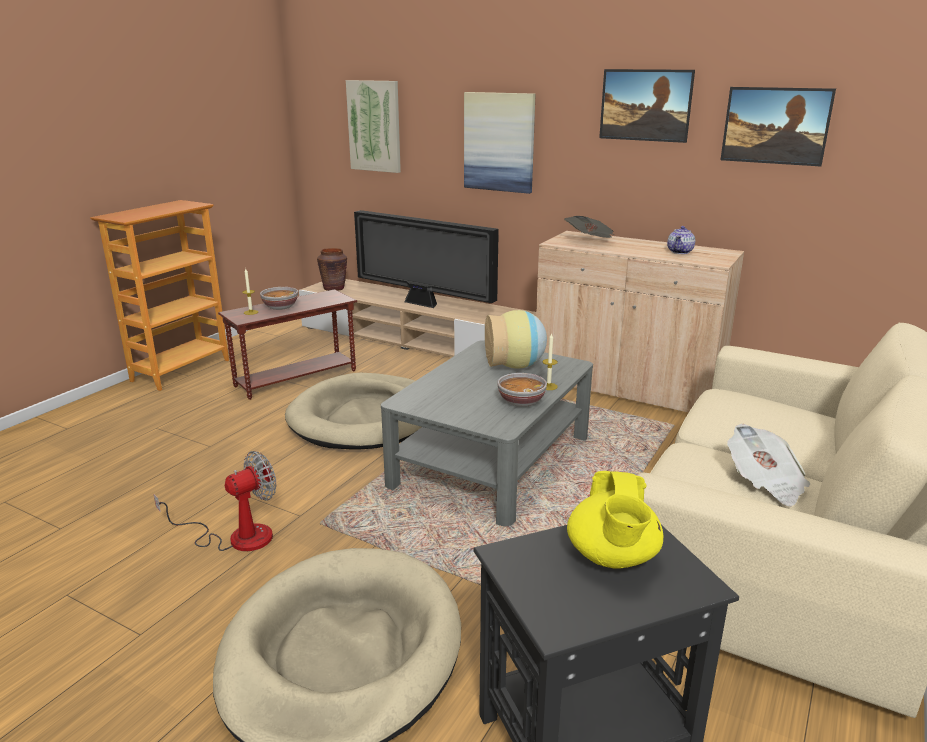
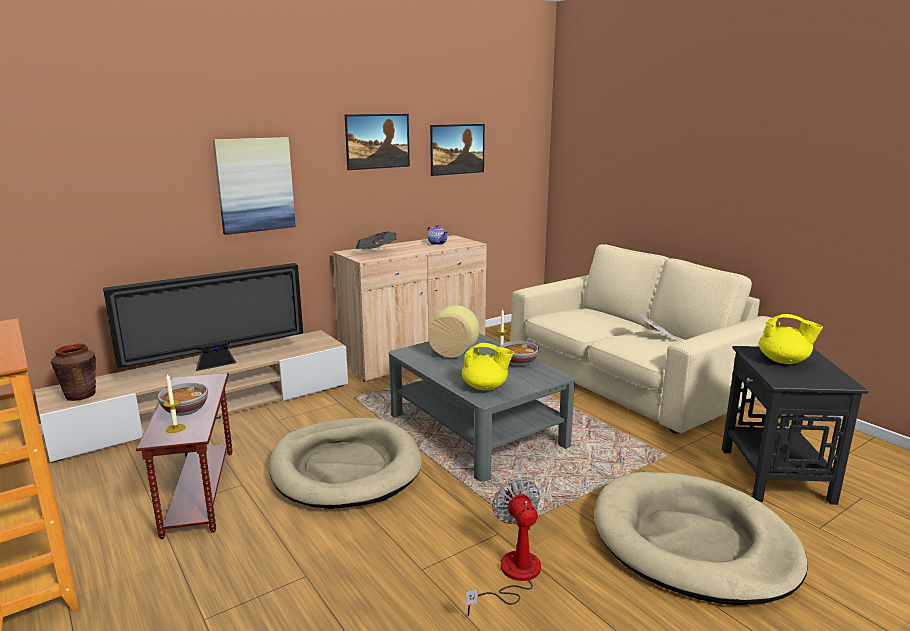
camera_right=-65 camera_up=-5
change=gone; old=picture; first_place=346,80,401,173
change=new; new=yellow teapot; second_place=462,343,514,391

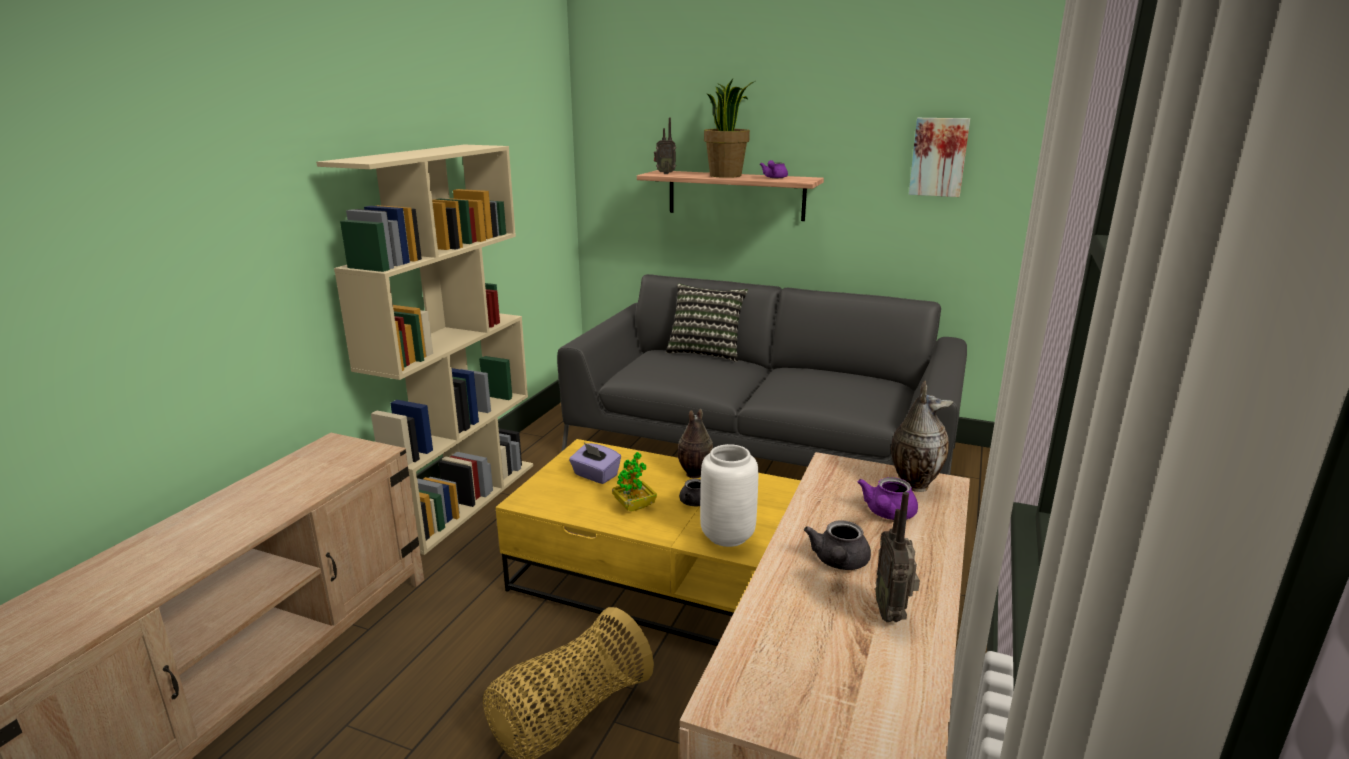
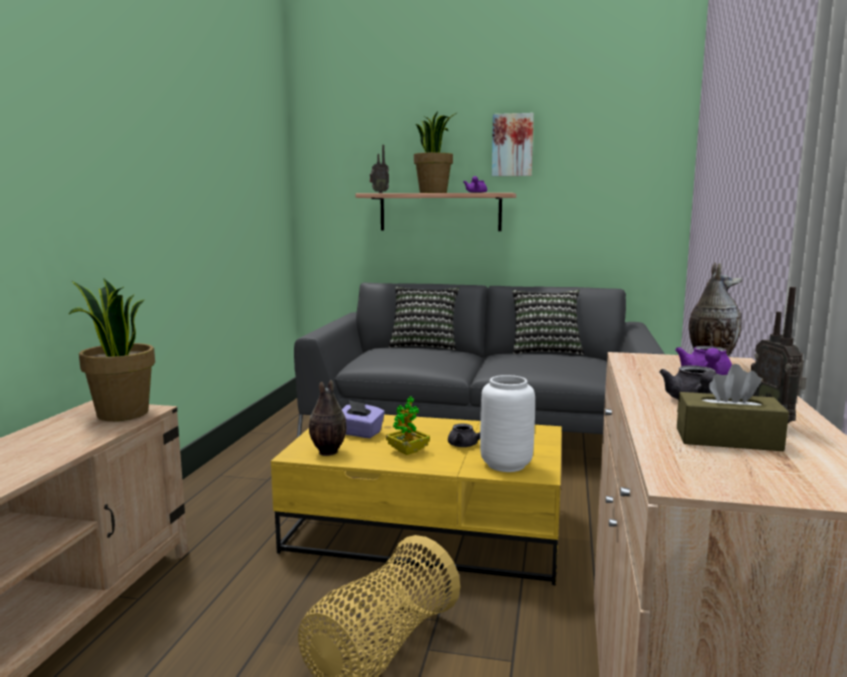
camera_right=-10 camera_up=-10
change=shifted; old=picture; first_place=909,118,970,197; second_place=492,113,534,176
change=gone; old=beige bookcase; first_place=316,145,533,555
change=shifted; old=vase; first_place=678,409,713,478; second_place=309,380,347,456
change=new; new=potted plant; second_place=69,278,155,421
change=new; new=pillow; second_place=512,290,584,355
change=new; new=brown tissue box; second_place=677,364,789,451

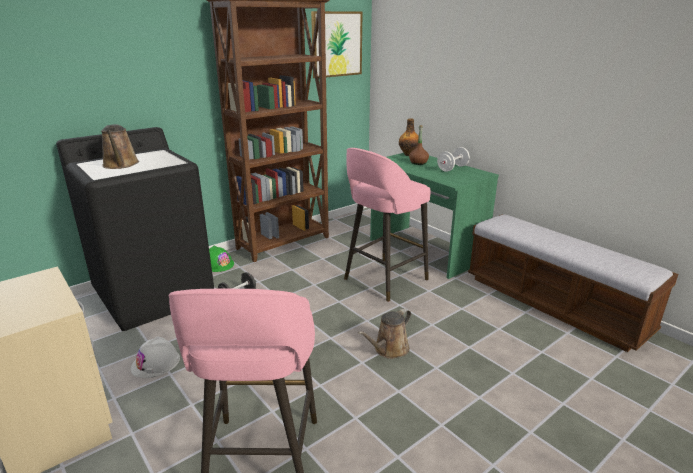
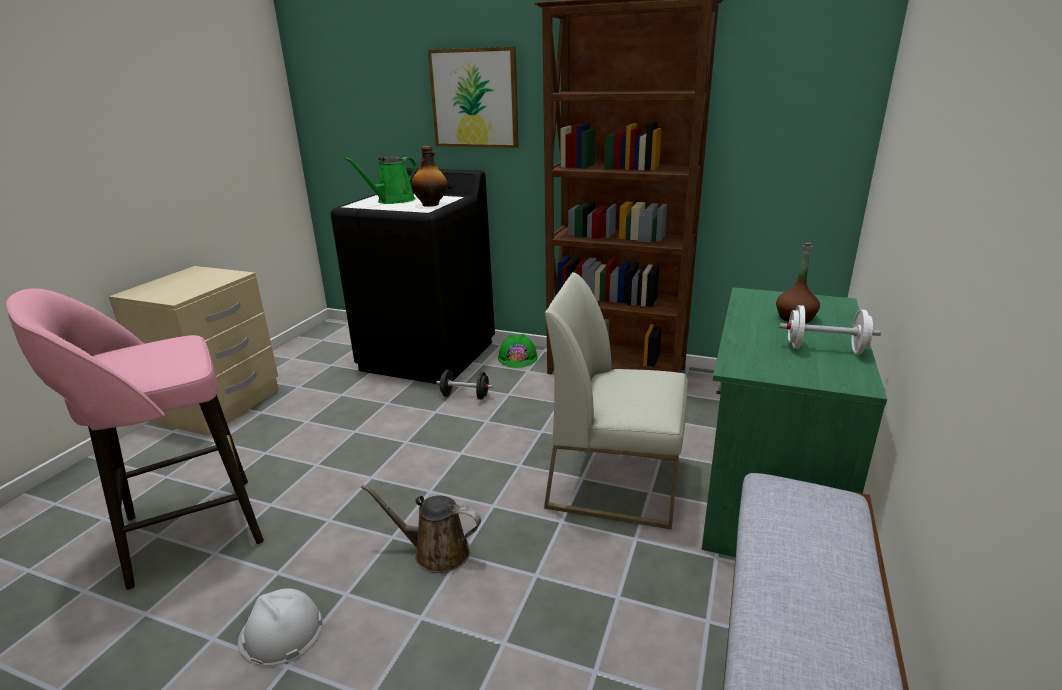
camera_right=60 camera_up=0
change=shifted; old=picture; first_place=311,11,362,78; second_place=428,47,519,148
change=shifted; old=bottle; first_place=399,119,419,156; second_place=411,146,448,207
change=repainted; old=brown watering can; new=green watering can; first_place=101,124,139,169; second_place=344,156,416,204
change=swapped; old=pink stool; new=white chair; first_place=344,148,431,302; second_place=544,272,688,529
change=shifted; old=white hard hat; first_place=131,336,180,378; second_place=238,588,323,666

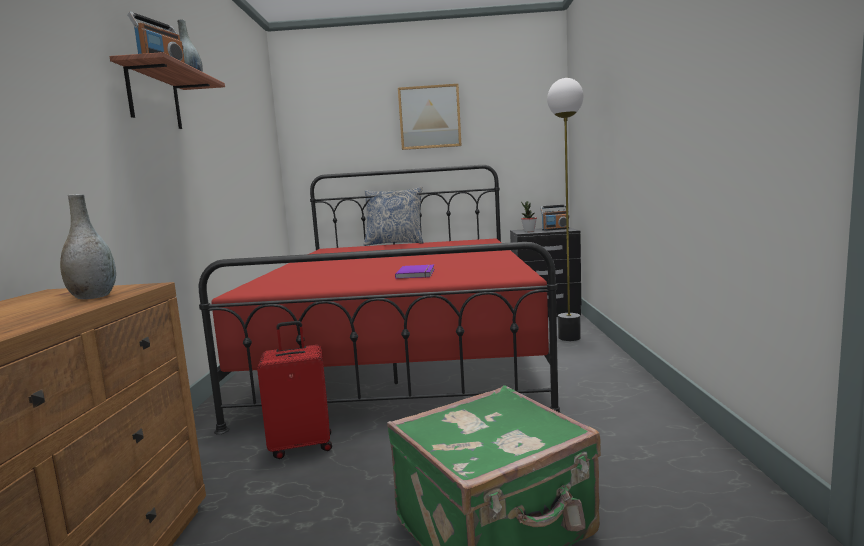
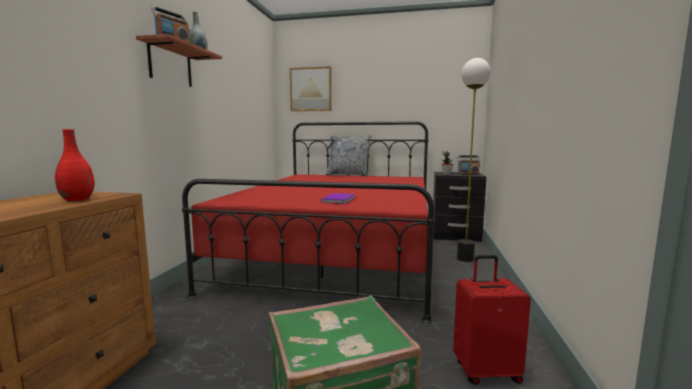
camera_right=10 camera_up=0
change=shifted; old=picture; first_place=398,84,462,150; second_place=290,66,332,111
change=repainted; old=grey vase; new=red vase; first_place=60,194,116,299; second_place=55,129,95,201
change=shifted; old=red suitcase; first_place=257,321,332,459; second_place=453,255,531,385

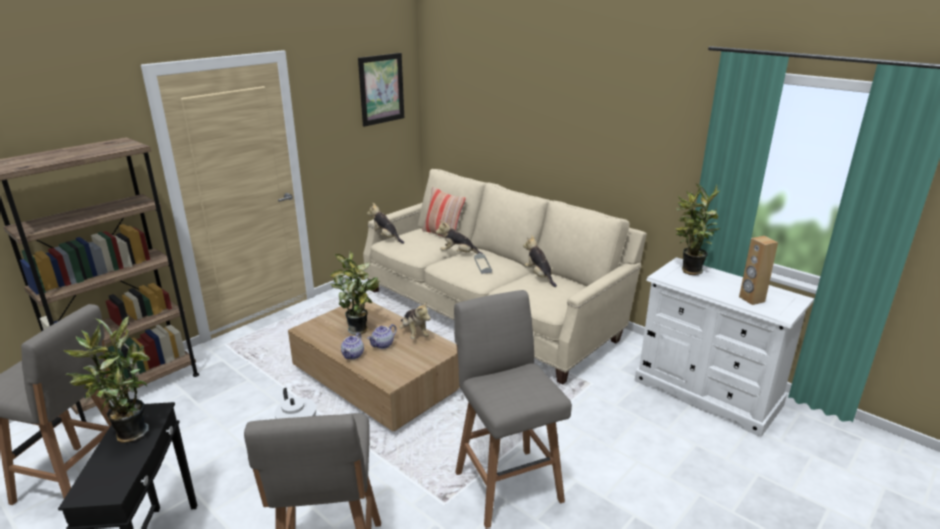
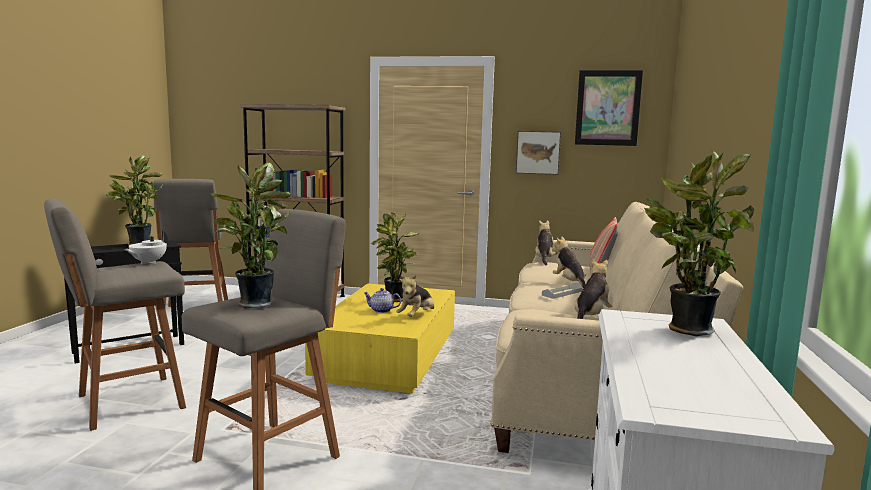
camera_right=60 camera_up=-15
change=gone; old=brown speaker; first_place=739,236,778,305
change=repainted; old=brown coffee table; new=yellow coffee table; first_place=288,300,460,431; second_place=305,284,455,393
change=gone; old=teapot; first_place=341,332,364,359
change=new; new=picture; second_place=516,131,561,175
change=new; new=potted plant; second_place=211,162,292,308

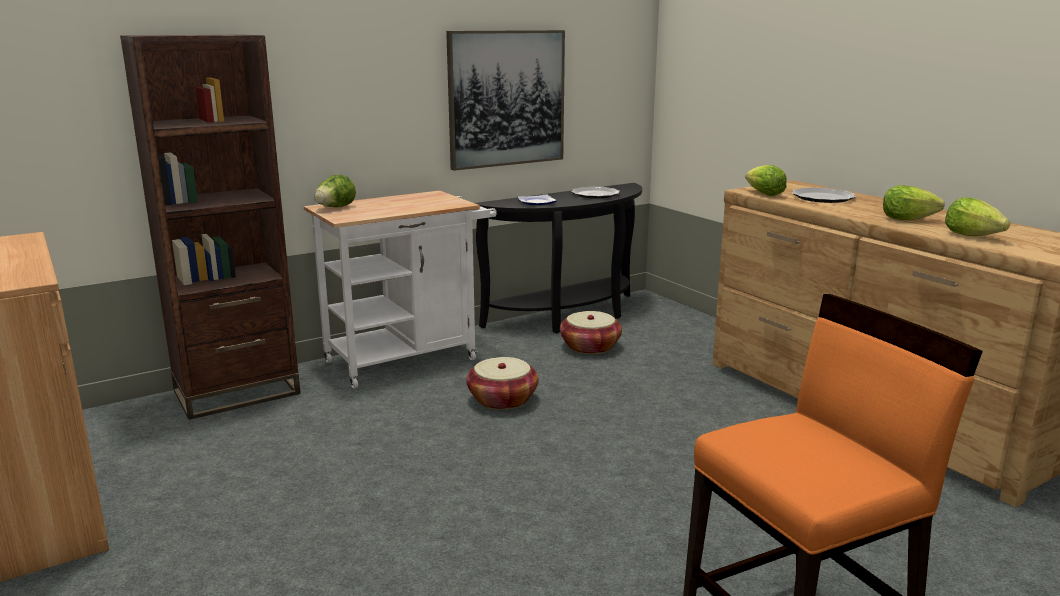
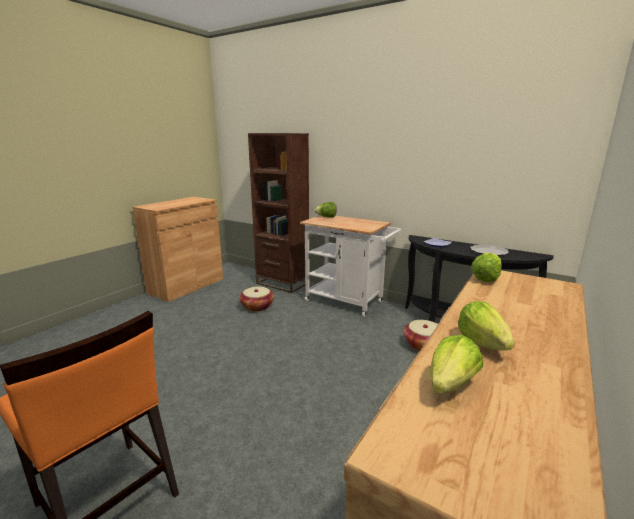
camera_right=65 camera_up=0
change=gone; old=picture; first_place=446,30,565,171
change=gone; old=plate; first_place=792,187,856,203
change=shifted; old=basket; first_place=466,357,539,410; second_place=239,286,274,312

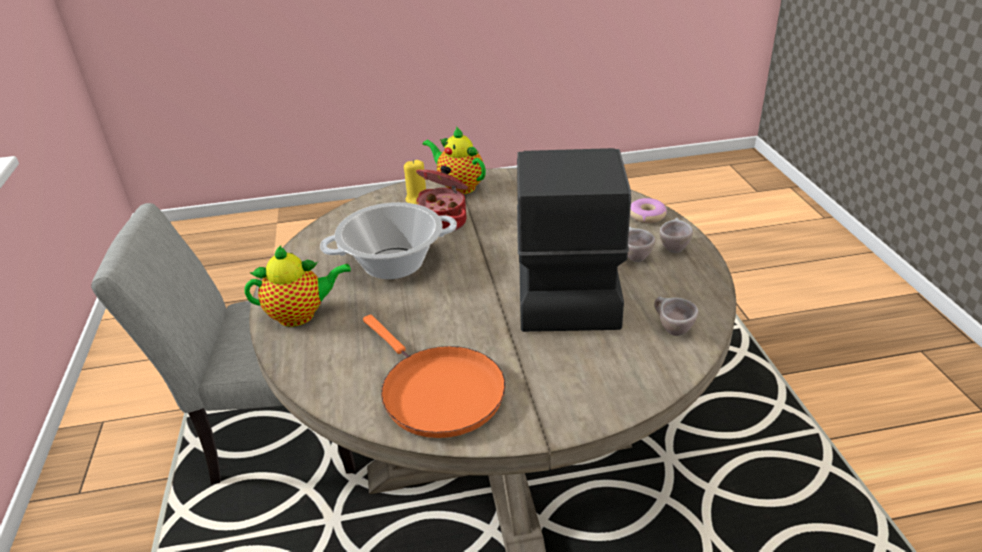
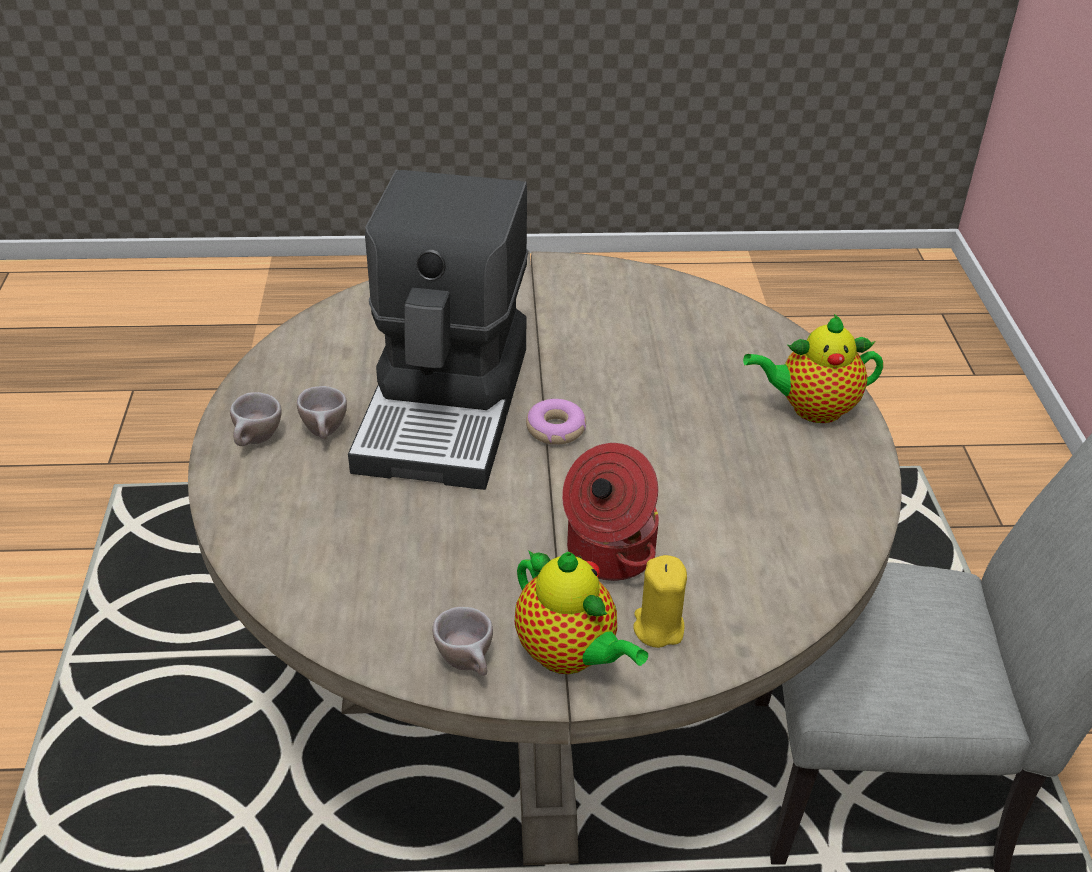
camera_right=-175 camera_up=5
change=shifted; old=donut; first_place=630,198,667,223; second_place=526,399,586,445
change=gone; old=cooking pot; first_place=320,202,457,279
change=shifted; old=beige cup; first_place=654,296,698,336; second_place=432,607,493,676
change=gone; old=orange frying pan; first_place=363,314,506,438

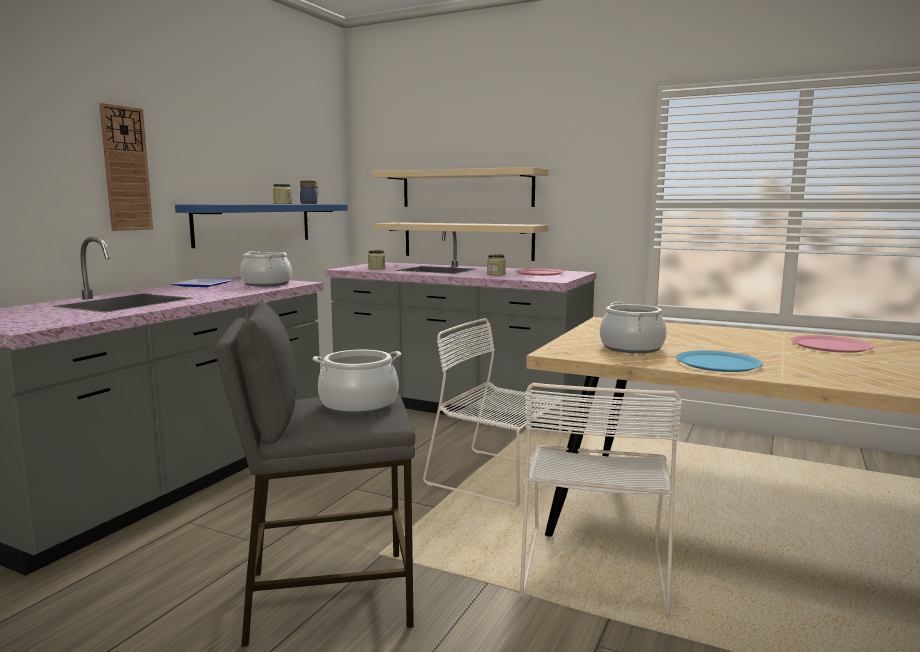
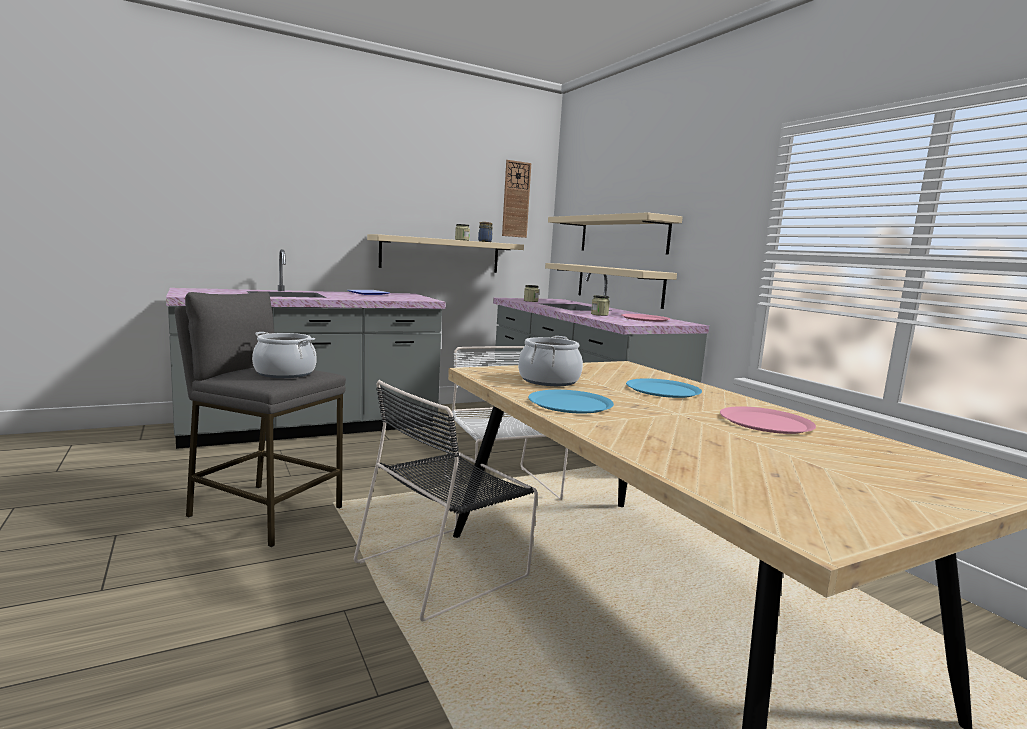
camera_right=35 camera_up=0
change=shifted; old=wall clock; first_place=99,103,153,231; second_place=502,160,531,238
change=repainted; old=blue shelf; new=beige shelf; first_place=175,204,348,248; second_place=367,234,524,273
change=gone; old=cooking pot; first_place=240,251,292,287
change=repainted; old=white chair; new=black chair; first_place=519,383,682,618; second_place=354,380,538,621
change=new; new=blue plate; second_place=626,378,702,398

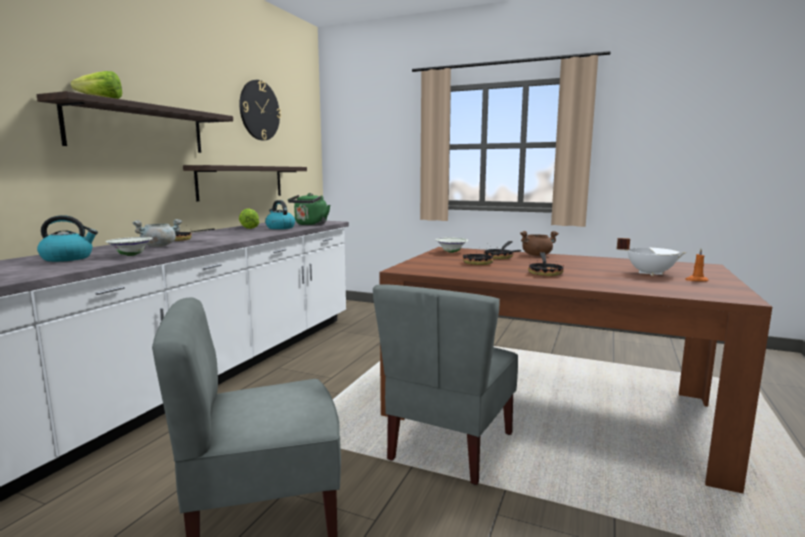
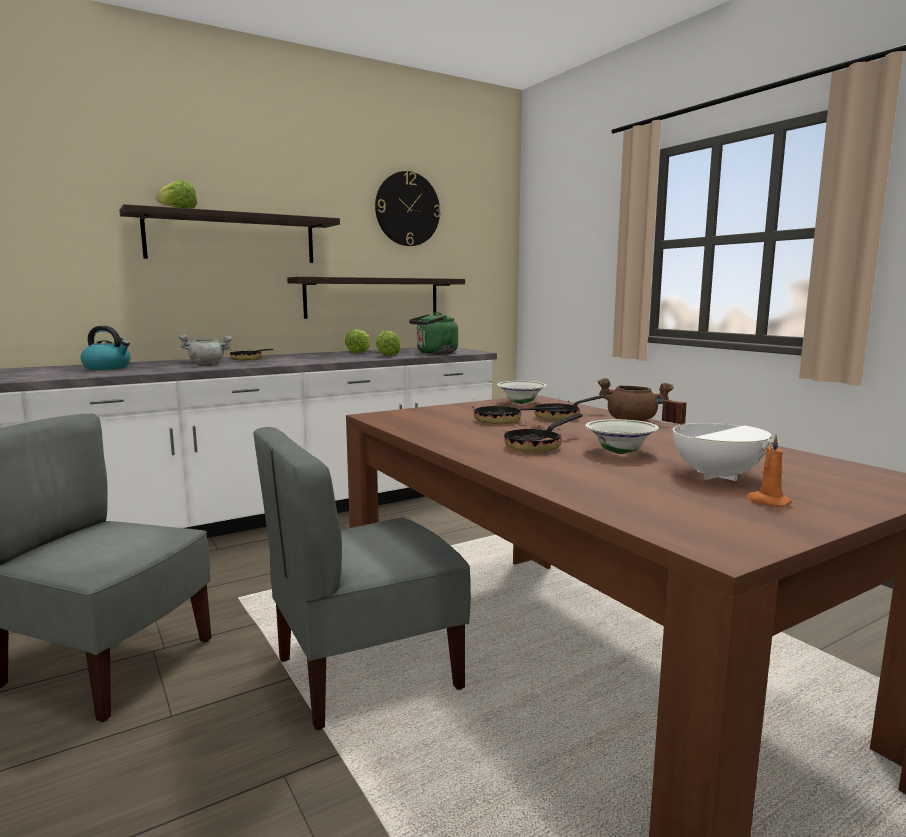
camera_right=35 camera_up=0
change=swapped; old=kettle; new=lettuce; first_place=265,200,295,229; second_place=376,331,401,356
change=shifted; old=white bowl; first_place=105,237,153,256; second_place=585,419,659,454

